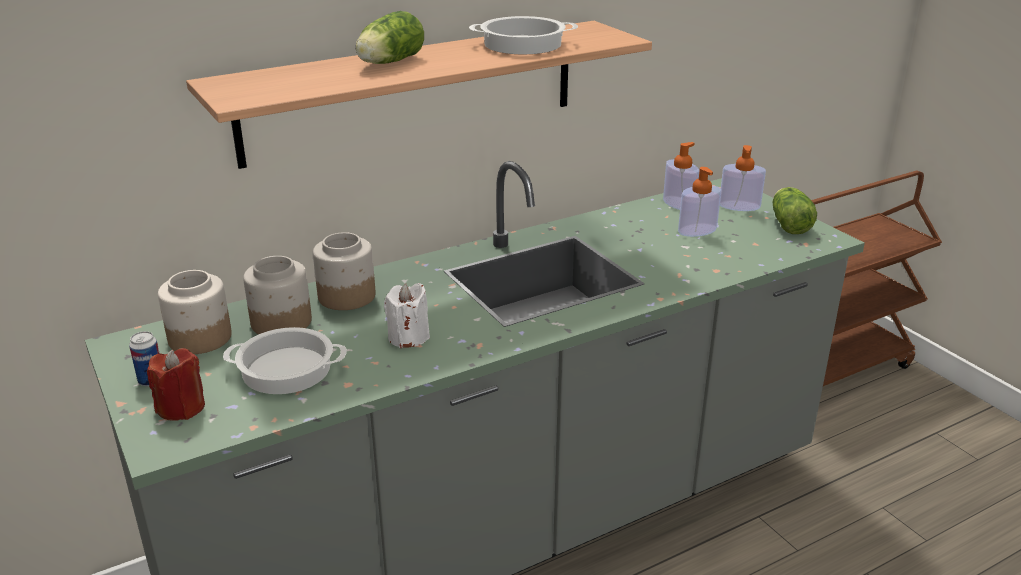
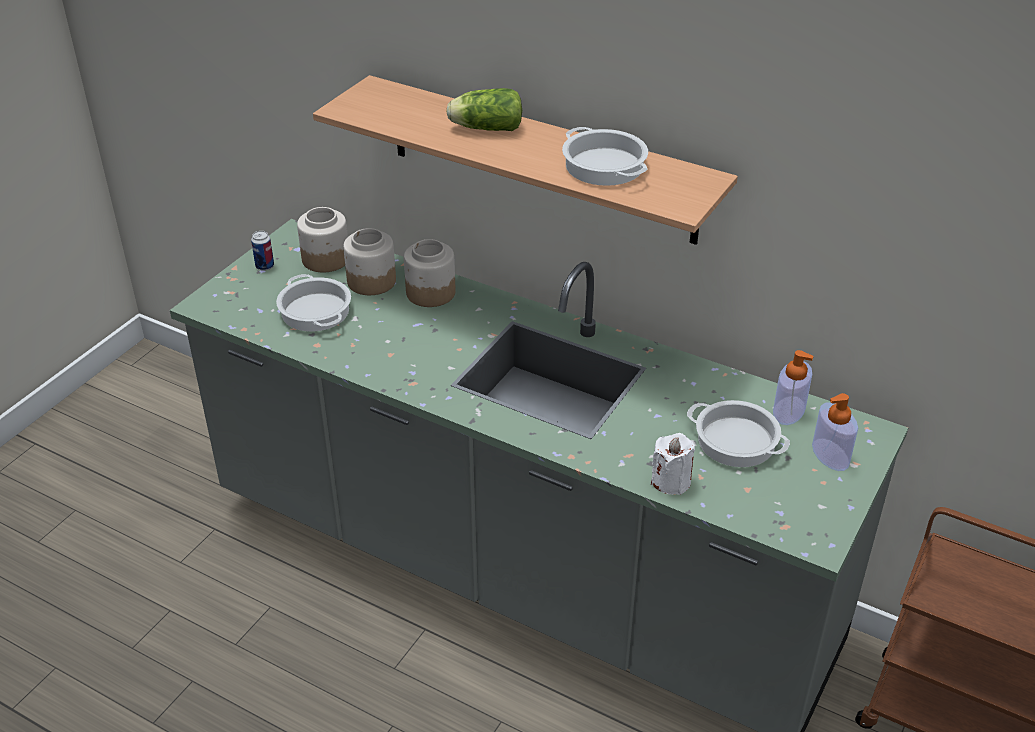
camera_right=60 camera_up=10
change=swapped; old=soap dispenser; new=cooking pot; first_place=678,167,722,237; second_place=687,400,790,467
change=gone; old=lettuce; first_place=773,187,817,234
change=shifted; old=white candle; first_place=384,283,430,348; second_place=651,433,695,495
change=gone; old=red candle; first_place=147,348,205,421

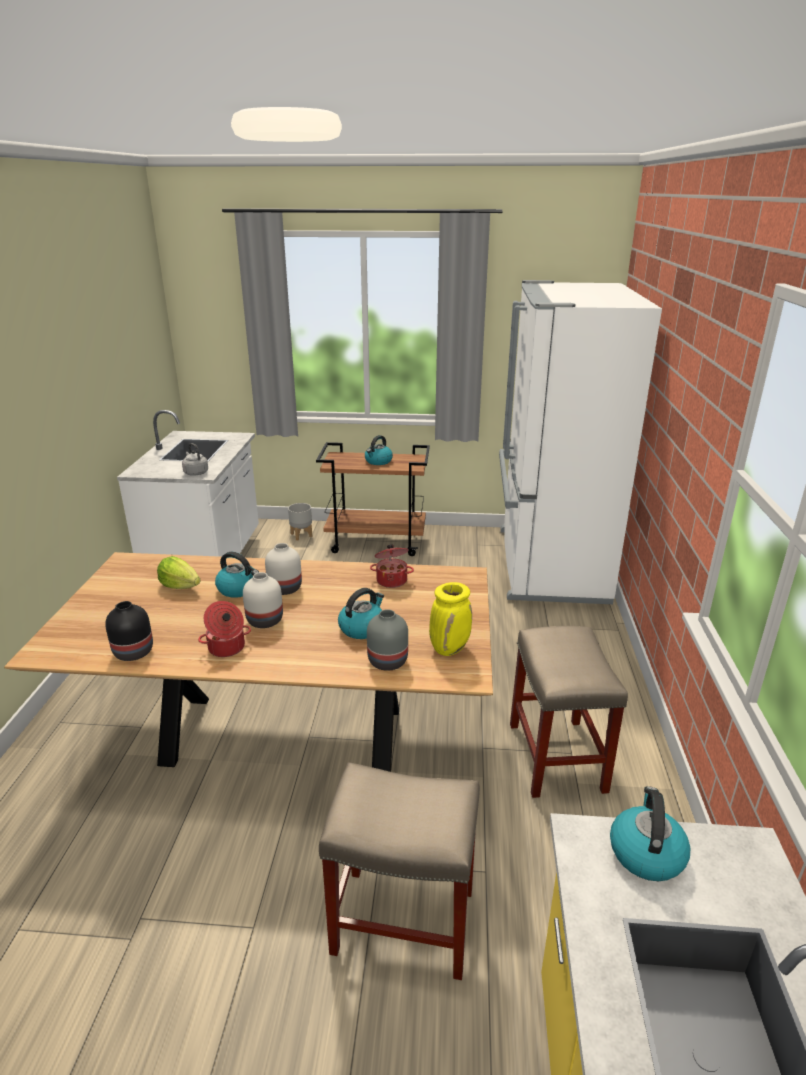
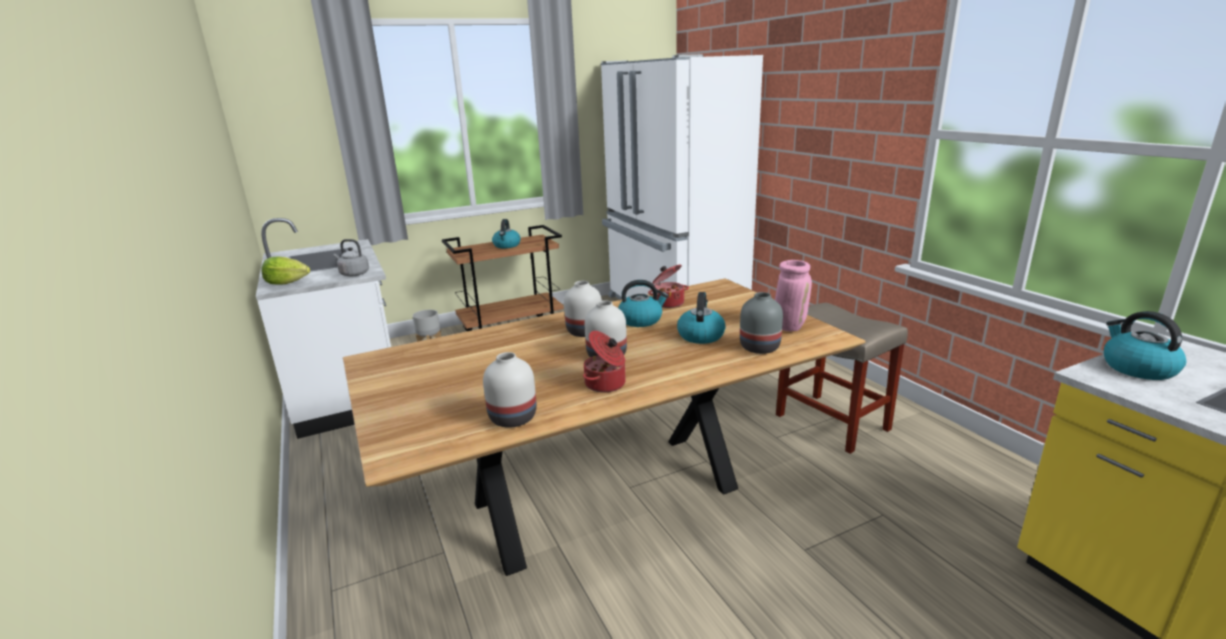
camera_right=-30 camera_up=-5
change=shifted; old=kettle; first_place=215,552,259,598; second_place=618,280,669,327
change=shifted; old=lettuce; first_place=157,556,200,589; second_place=261,256,310,284
change=repainted; old=yellow vase; new=pink vase; first_place=429,582,472,656; second_place=775,260,812,331
change=repainted; old=black vase; new=white vase; first_place=105,601,153,661; second_place=483,352,537,428
change=gone; old=beige stool; first_place=319,762,480,980

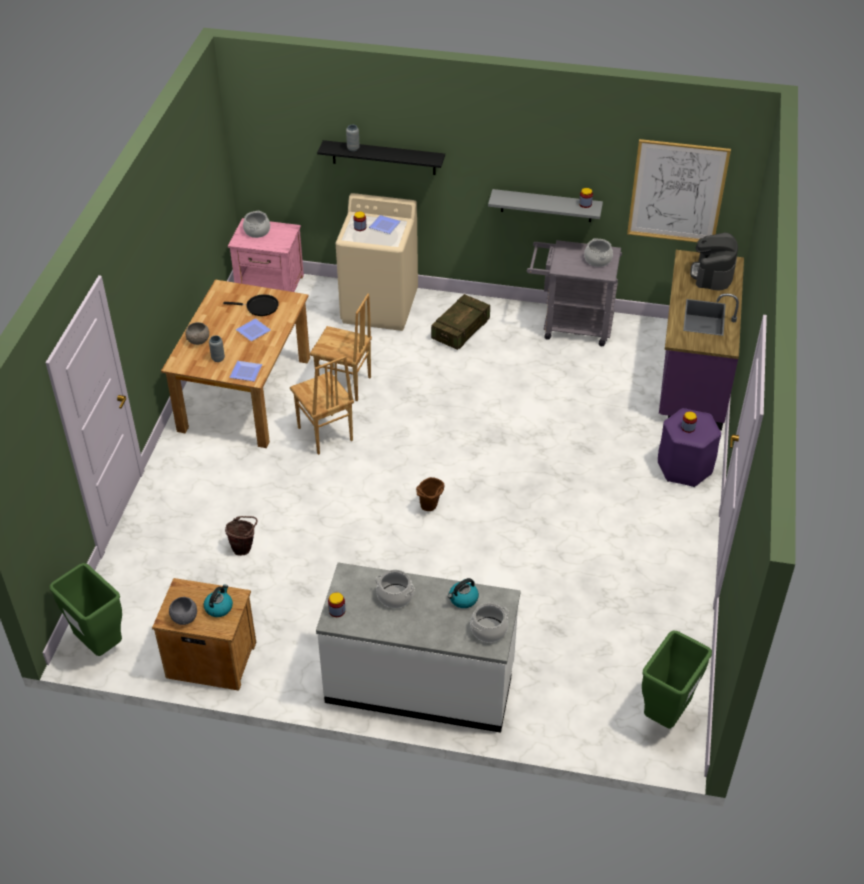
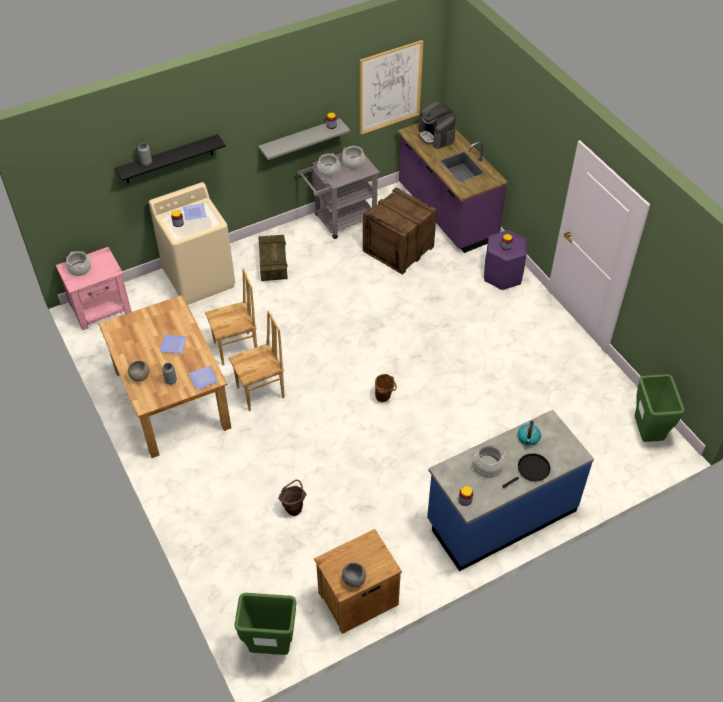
camera_right=-40 camera_up=5
change=shifted; old=black frying pan; first_place=223,294,279,316; second_place=502,453,551,488
change=rotated; old=brown chair; first_place=290,356,354,455; second_place=229,311,285,411; degrees=-45
change=repainted; old=white counter; new=blue counter; first_place=316,562,521,733; second_place=427,410,594,571
change=gone; old=kettle; first_place=204,585,233,617
change=shifted; old=cooking pot; first_place=470,603,508,642; second_place=317,153,340,177
change=new; new=crate; second_place=363,187,437,275

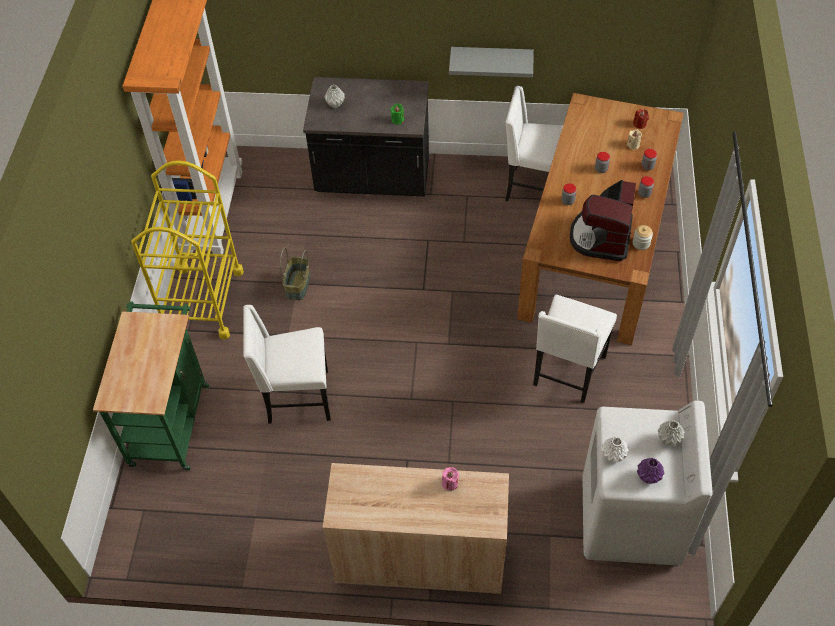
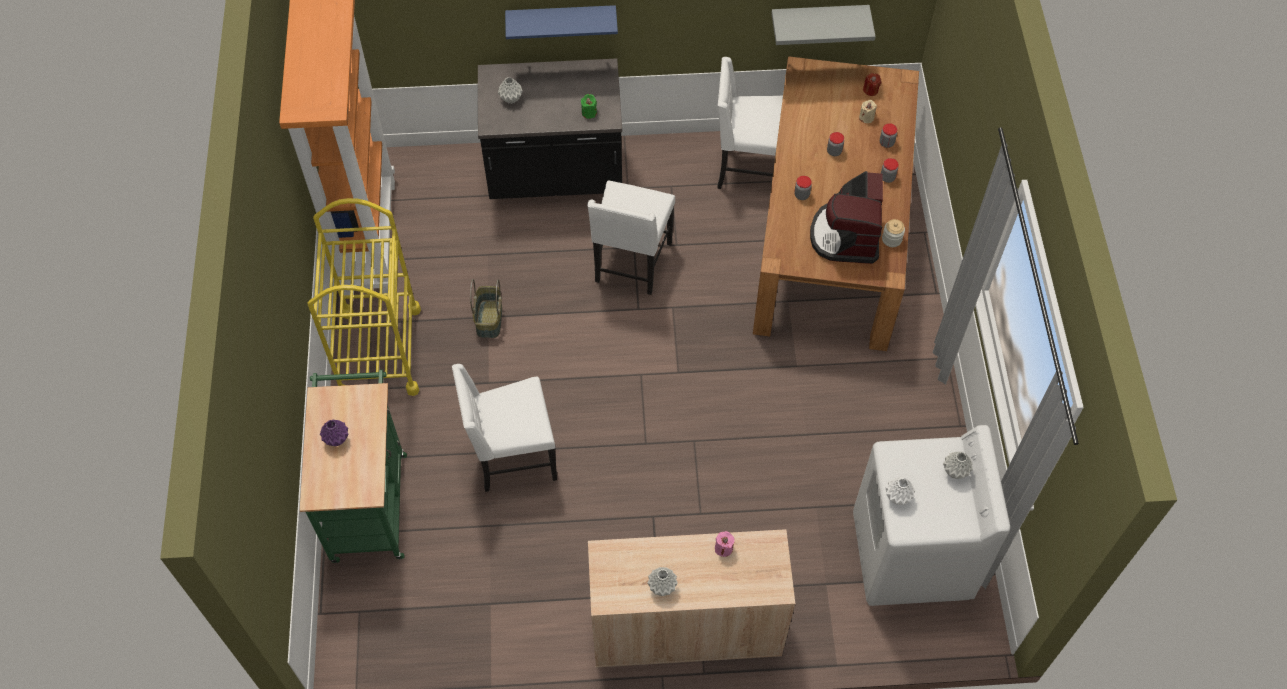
camera_right=-10 camera_up=5
change=shifted; old=grey shelf; first_place=449,47,534,78; second_place=771,5,876,45
change=shifted; old=white chair; first_place=533,295,617,403; second_place=587,180,675,295
change=shifted; old=purple vase; first_place=637,458,665,484; second_place=320,420,348,446
change=new; new=blue shelf; second_place=505,5,618,39
change=new; new=grey vase; second_place=647,567,678,596

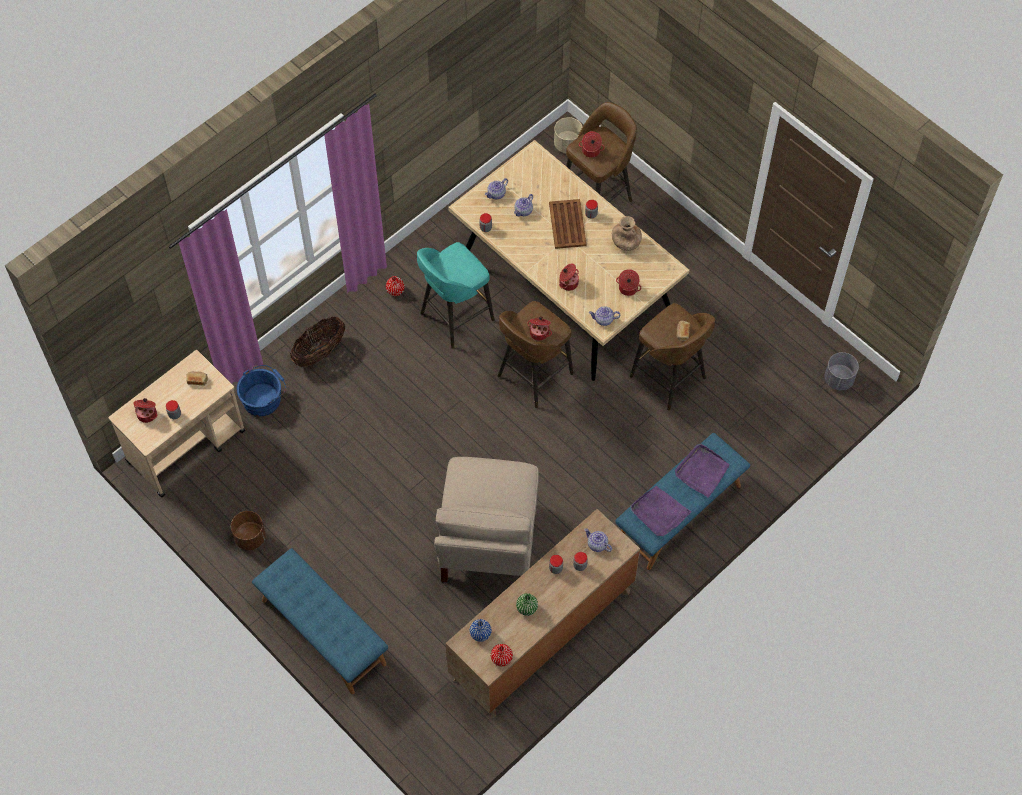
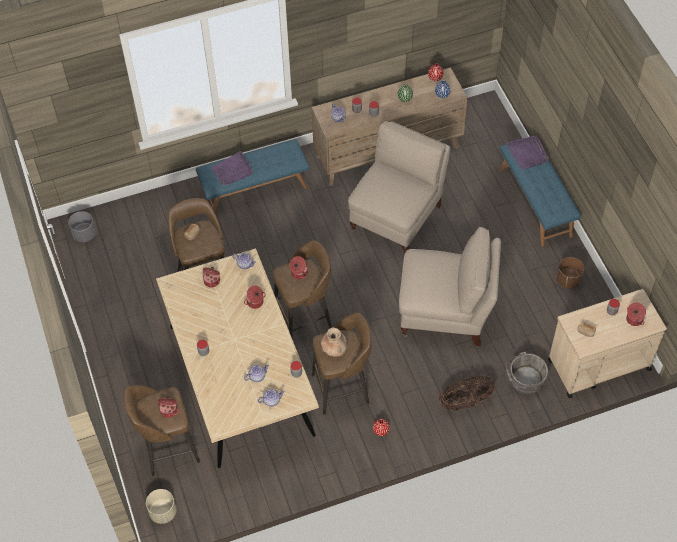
camera_right=-155 camera_up=-5
change=gone; old=brown tray; first_place=549,199,587,249
change=shifted; old=brown vase; first_place=612,216,642,251; second_place=321,327,347,357
change=repainted; old=turquoise stool; new=brown stool; first_place=417,242,495,349; second_place=312,313,371,415
change=repainted; old=blue bucket; new=grey bucket; first_place=237,365,286,416; second_place=506,352,548,394
change=shifted; old=purple tray; first_place=630,486,692,536; second_place=506,136,549,169
change=new; new=beige chair; second_place=399,227,501,346

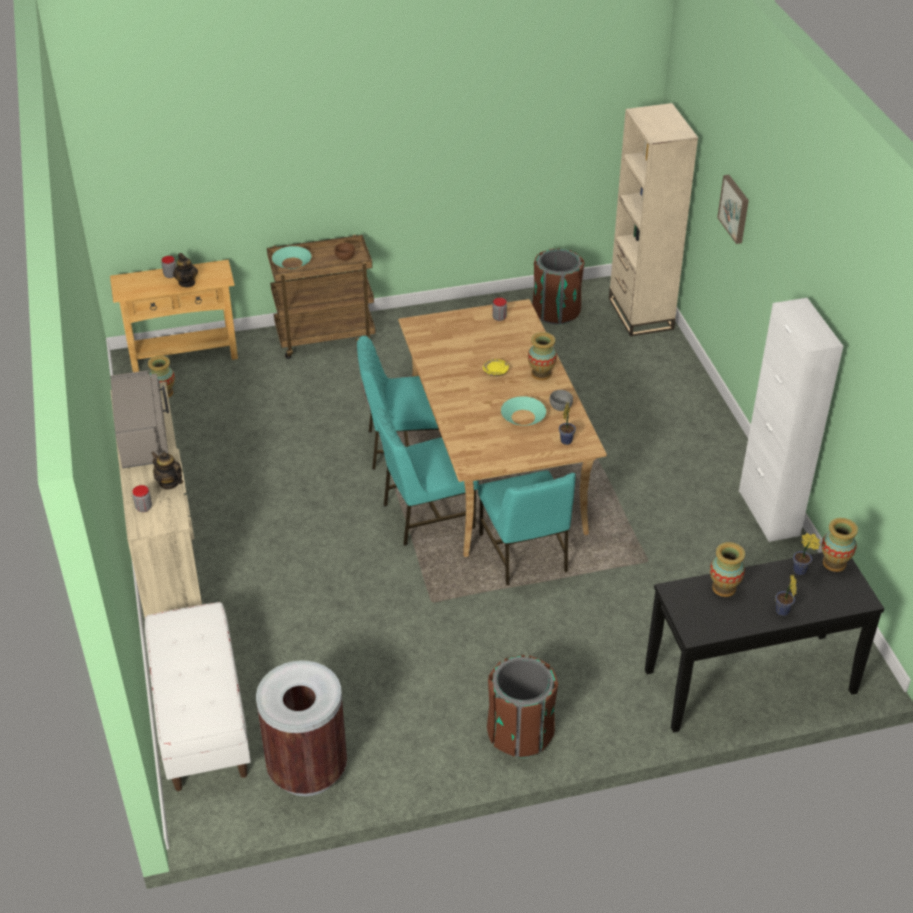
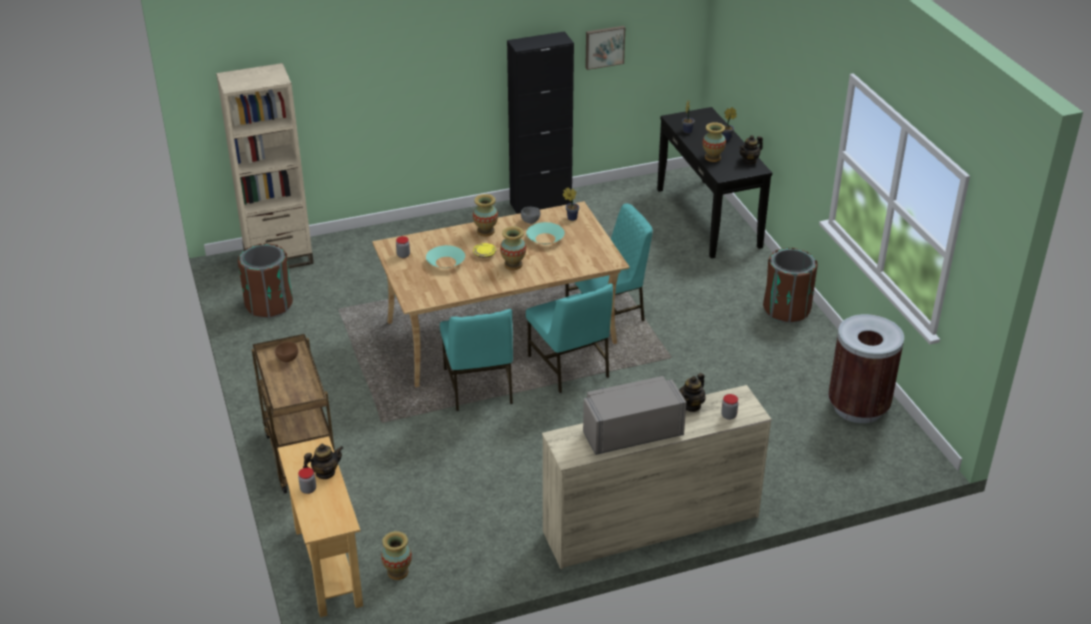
camera_right=-95 camera_up=-5
change=shifted; old=picture; first_place=717,175,749,244; second_place=585,26,625,70
change=shifted; old=turquoise bowl; first_place=272,246,311,269; second_place=426,245,465,268
change=repainted; old=white cabinet; new=black cabinet; first_place=739,298,843,542; second_place=507,31,574,214
change=shifted; old=vase; first_place=822,518,858,572; second_place=500,226,526,270
change=gone; old=white bench; first_place=145,602,251,791
change=new; new=teapot; second_place=739,135,763,165

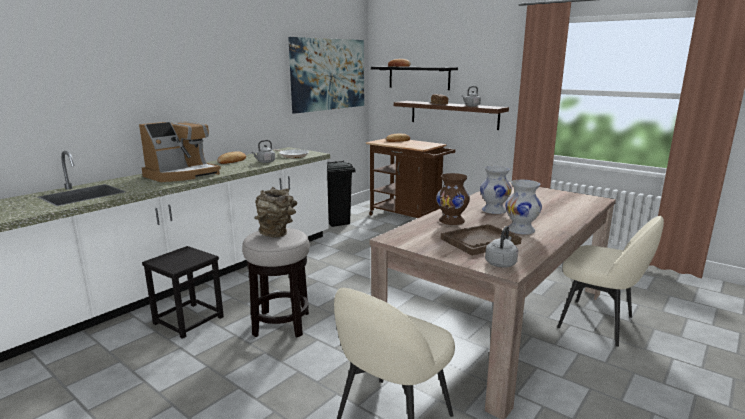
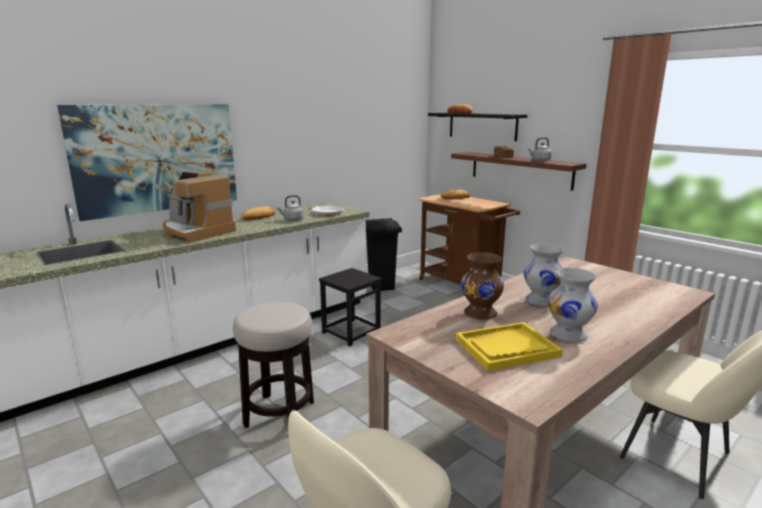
camera_right=10 camera_up=0
change=shifted; old=picture; first_place=288,37,364,114; second_place=57,104,237,221
change=rotated; old=coffee machine; first_place=139,121,221,182; second_place=163,171,236,243; degrees=75
change=gone; old=brown vase; first_place=254,187,297,238
change=repainted; old=brown tray; new=yellow tray; first_place=441,224,522,256; second_place=456,322,563,371
change=gone; old=grey kettle; first_place=485,226,518,267
change=shifted; old=black stool; first_place=142,246,224,339; second_place=319,268,382,346

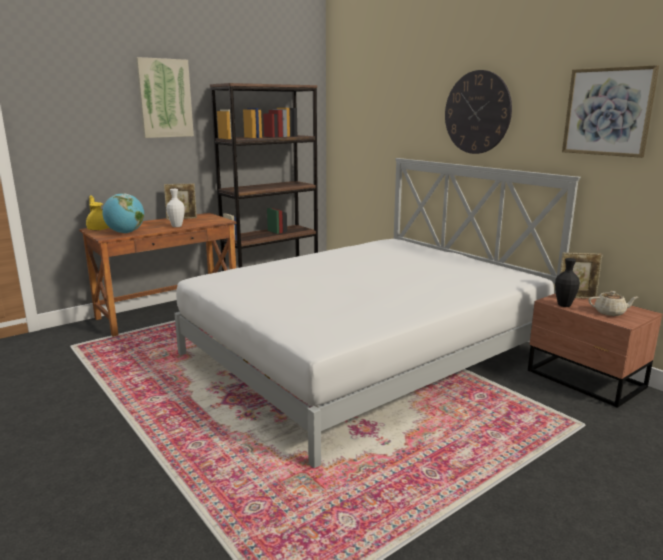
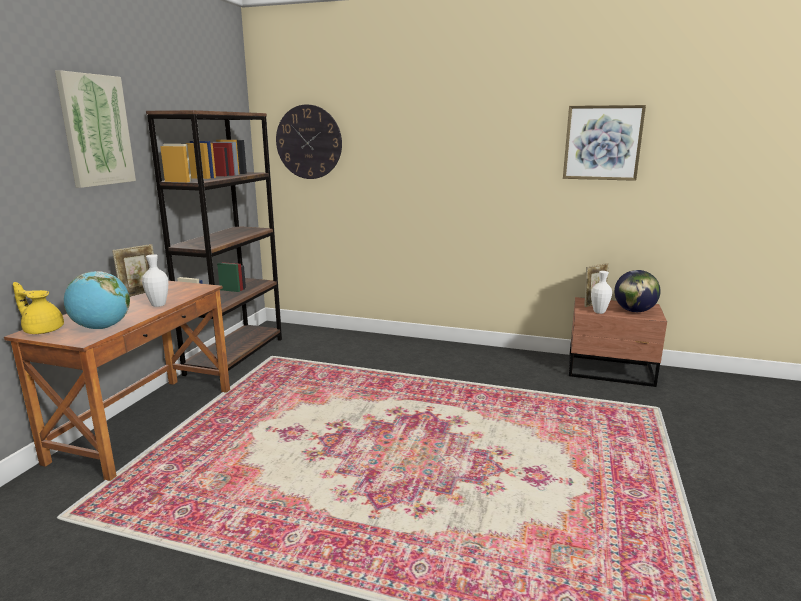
camera_right=-35 camera_up=0
change=shifted; old=wall clock; first_place=445,70,512,154; second_place=276,105,342,179
change=gone; old=white bed; first_place=174,158,581,468
change=repainted; old=black vase; new=white vase; first_place=555,258,580,307; second_place=591,271,612,314
change=swapped; old=beige teapot; new=globe; first_place=589,291,638,316; second_place=614,270,661,312

